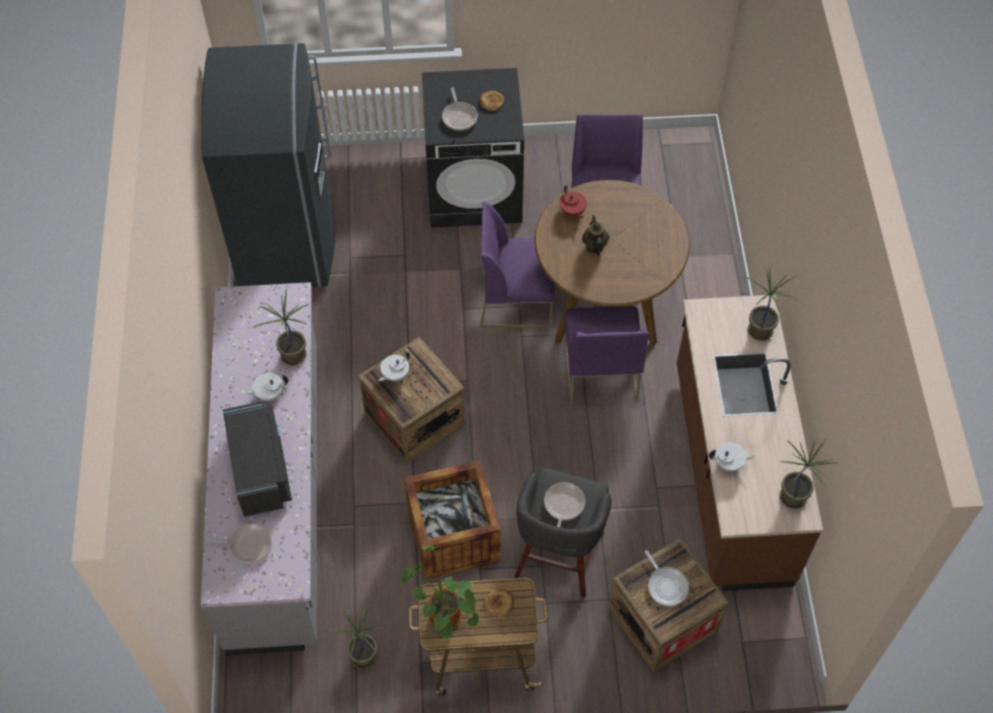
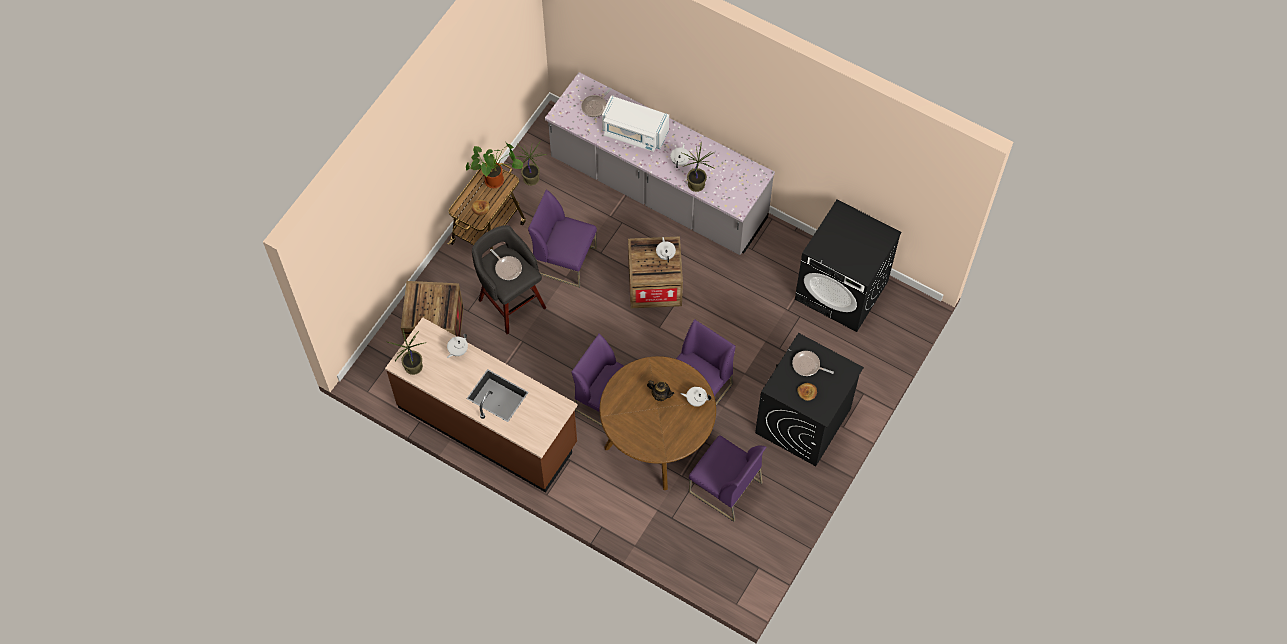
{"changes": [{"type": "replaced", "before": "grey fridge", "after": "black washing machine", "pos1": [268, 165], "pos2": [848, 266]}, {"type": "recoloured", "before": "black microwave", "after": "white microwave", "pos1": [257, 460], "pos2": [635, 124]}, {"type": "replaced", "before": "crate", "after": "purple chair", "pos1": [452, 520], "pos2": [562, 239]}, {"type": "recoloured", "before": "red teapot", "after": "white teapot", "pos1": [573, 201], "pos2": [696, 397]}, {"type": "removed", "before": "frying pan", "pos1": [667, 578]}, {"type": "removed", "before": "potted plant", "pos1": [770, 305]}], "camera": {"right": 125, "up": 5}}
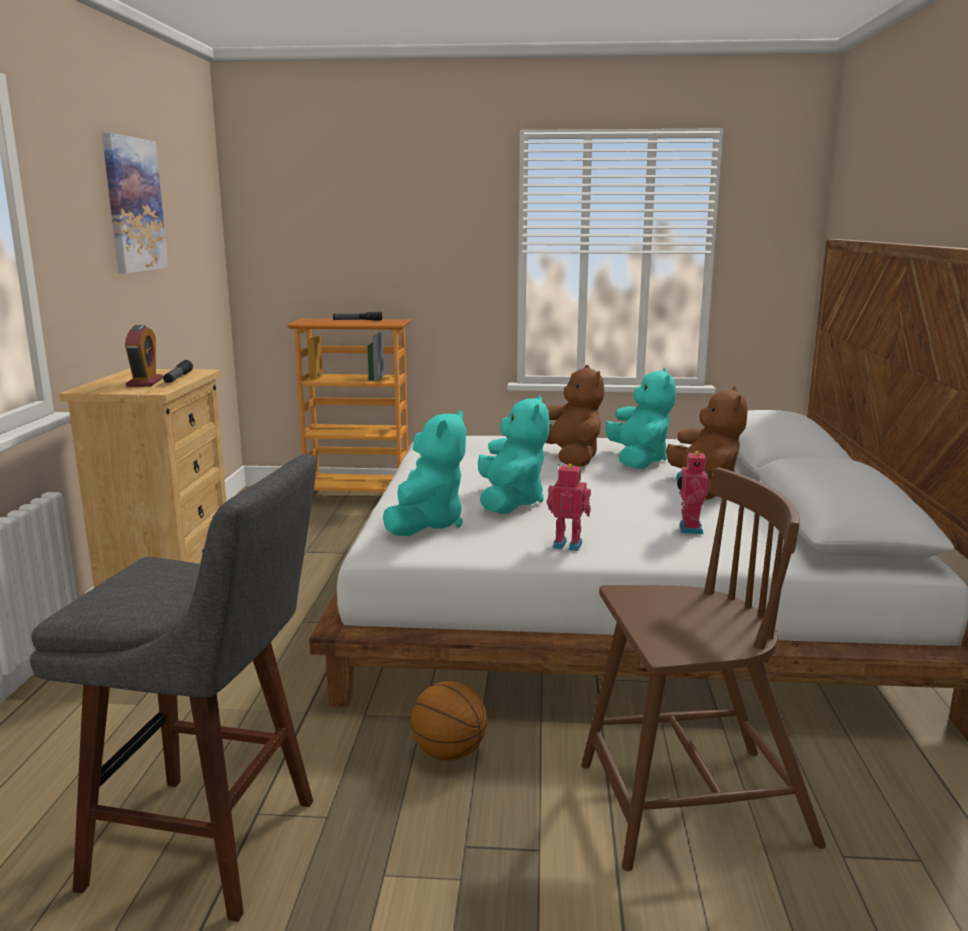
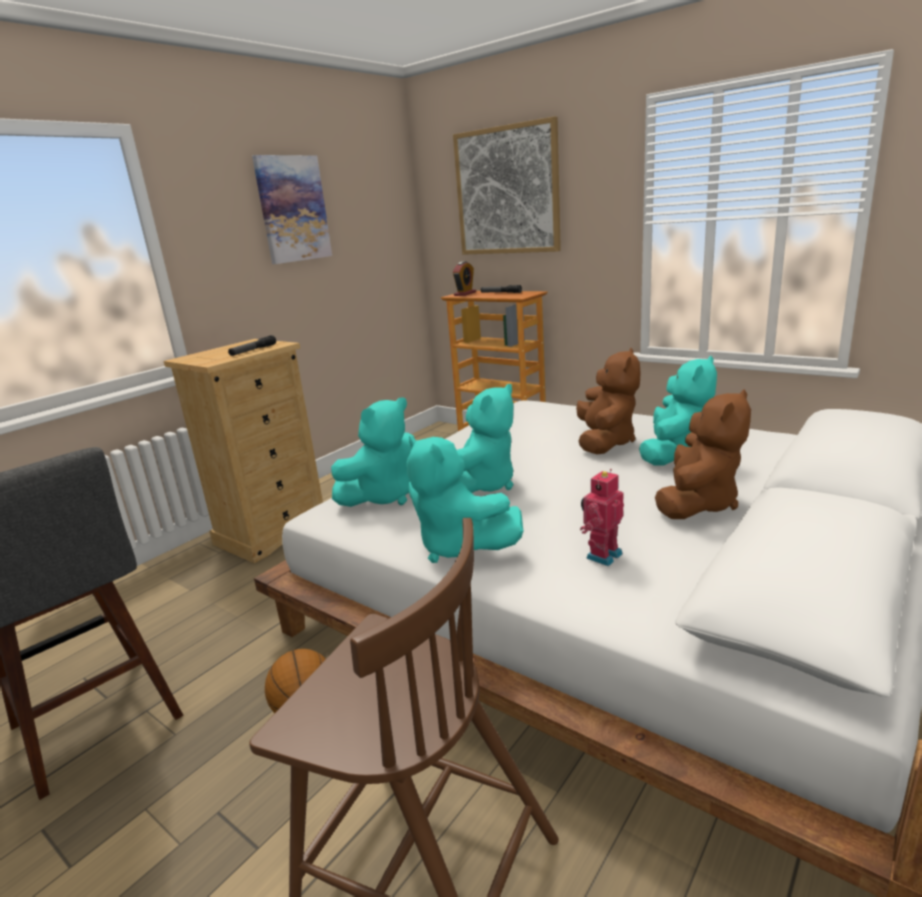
{"changes": [{"type": "moved", "before": "alarm clock", "pos1": [144, 356], "pos2": [464, 278]}, {"type": "replaced", "before": "toy robot", "after": "turquoise plush toy", "pos1": [569, 507], "pos2": [465, 499]}, {"type": "added", "after": "picture", "pos2": [507, 185]}], "camera": {"right": 35, "up": 5}}
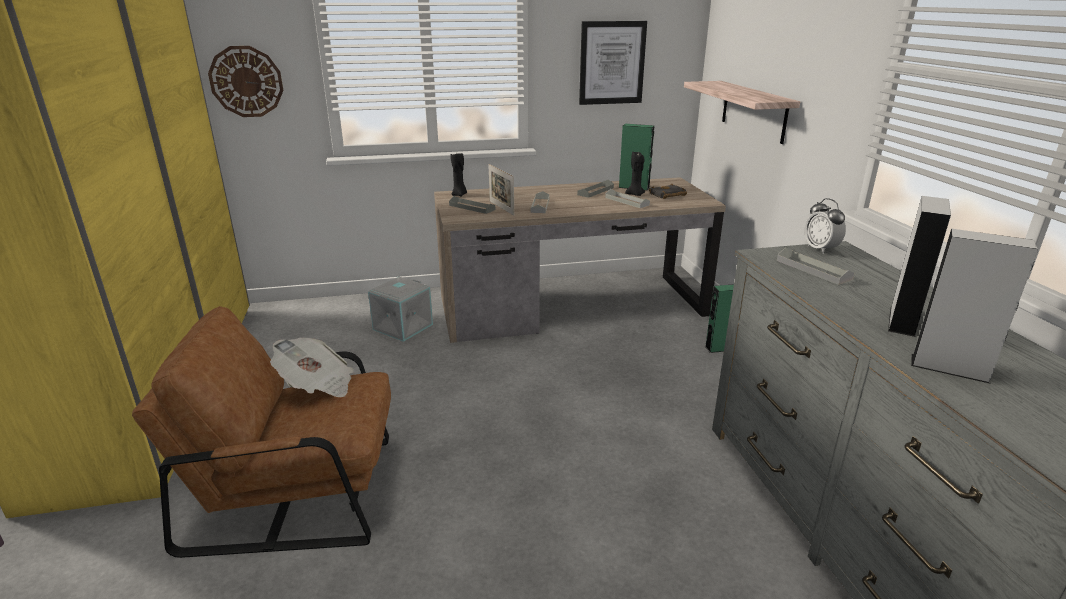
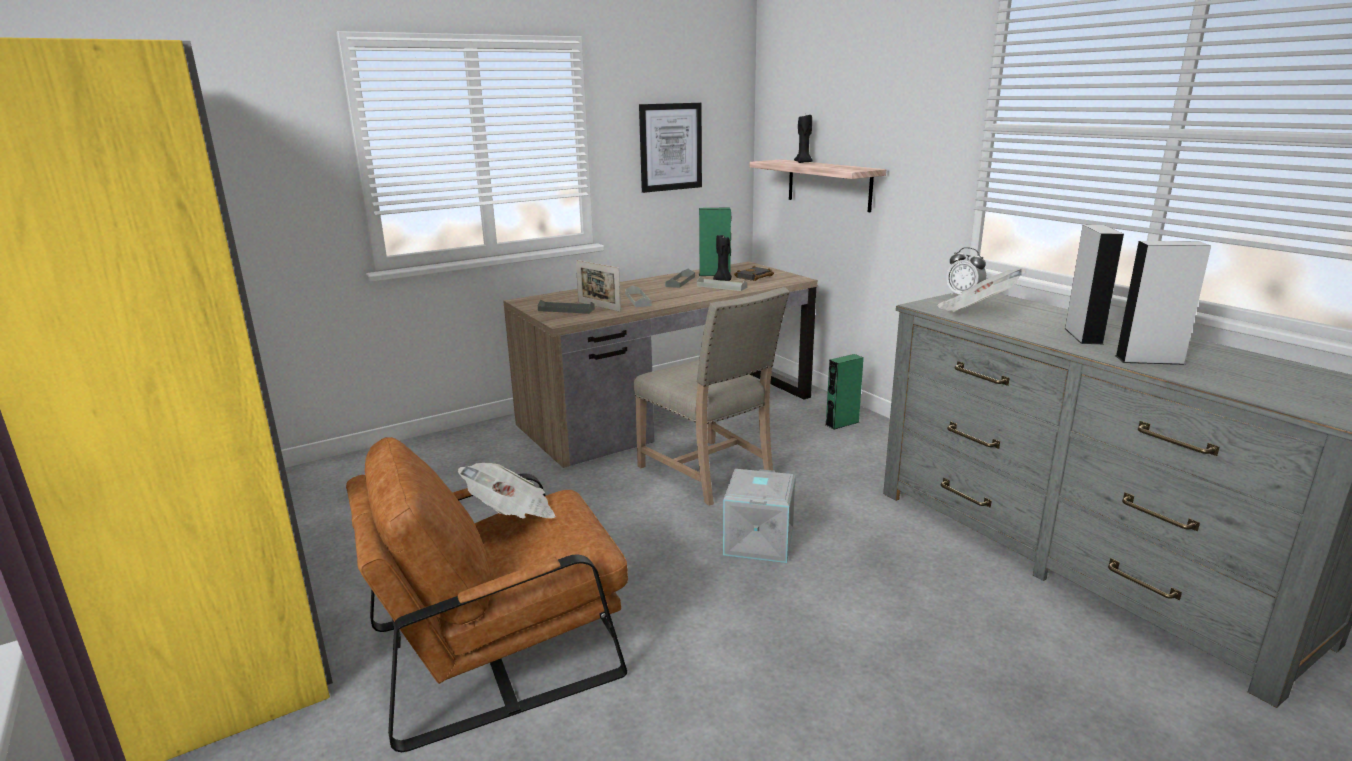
{"changes": [{"type": "removed", "before": "wall clock", "pos1": [245, 81]}, {"type": "moved", "before": "grey storage box", "pos1": [400, 309], "pos2": [759, 516]}, {"type": "moved", "before": "black candle", "pos1": [458, 174], "pos2": [803, 139]}, {"type": "replaced", "before": "grey tray", "after": "newspaper", "pos1": [815, 266], "pos2": [981, 290]}, {"type": "added", "after": "beige chair", "pos2": [712, 396]}], "camera": {"right": -20, "up": -5}}
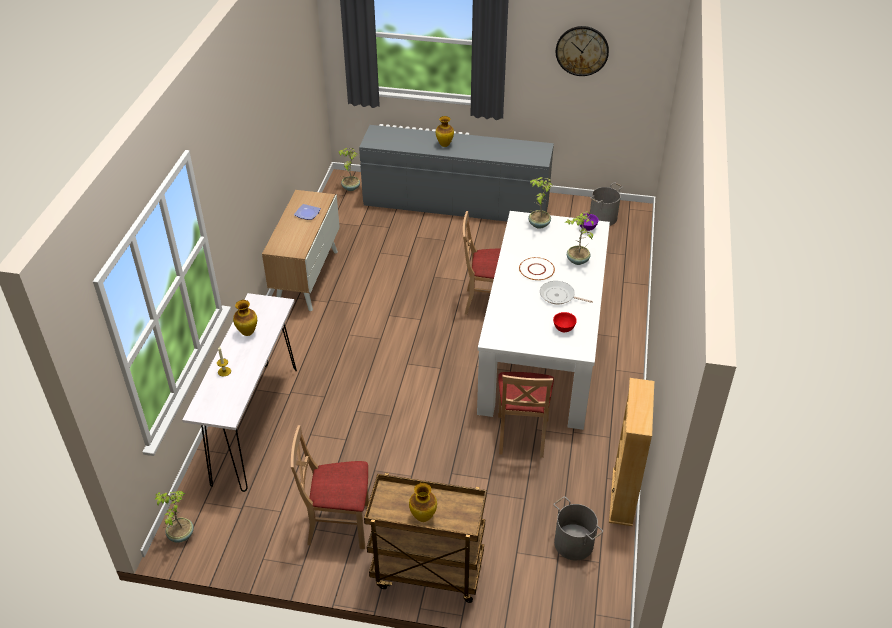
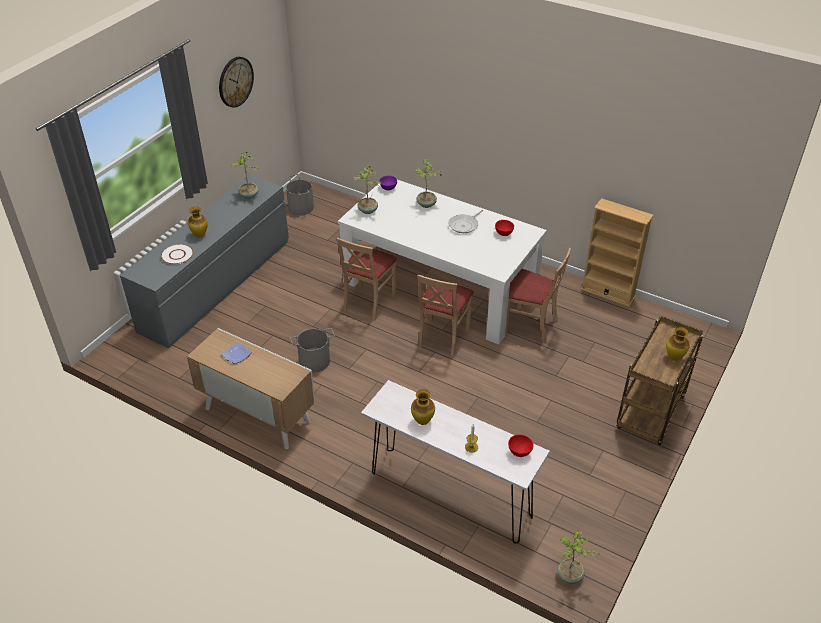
{"changes": [{"type": "moved", "before": "beige chair", "pos1": [330, 487], "pos2": [445, 315]}, {"type": "moved", "before": "potted plant", "pos1": [349, 169], "pos2": [245, 175]}, {"type": "moved", "before": "white plate", "pos1": [537, 268], "pos2": [177, 254]}, {"type": "moved", "before": "grey bucket", "pos1": [578, 528], "pos2": [312, 350]}, {"type": "added", "after": "red bowl", "pos2": [520, 445]}], "camera": {"right": -70, "up": 0}}
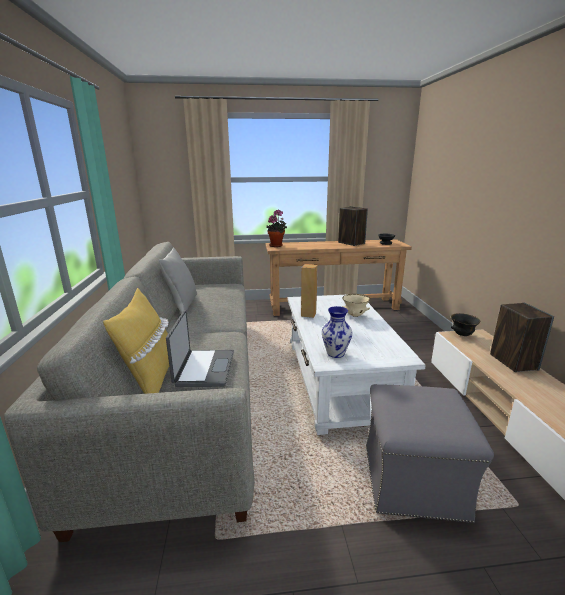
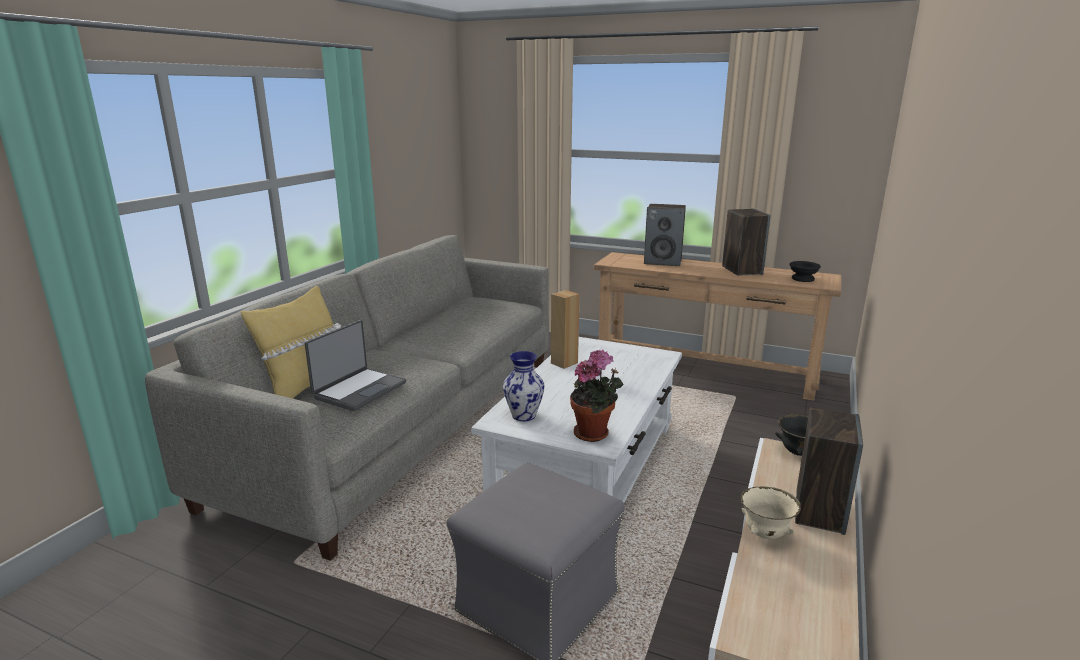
{"changes": [{"type": "removed", "before": "grey pillow", "pos1": [178, 280]}, {"type": "moved", "before": "potted plant", "pos1": [276, 228], "pos2": [597, 396]}, {"type": "moved", "before": "beige bowl", "pos1": [356, 305], "pos2": [771, 513]}, {"type": "added", "after": "speaker", "pos2": [665, 235]}], "camera": {"right": 30, "up": 0}}
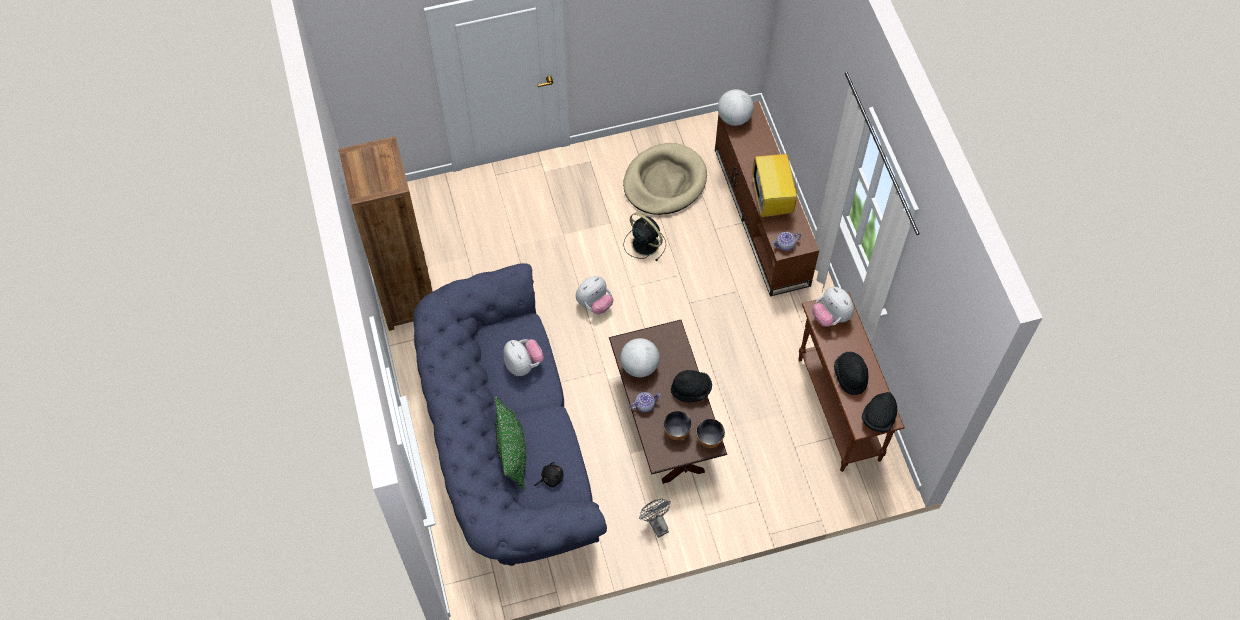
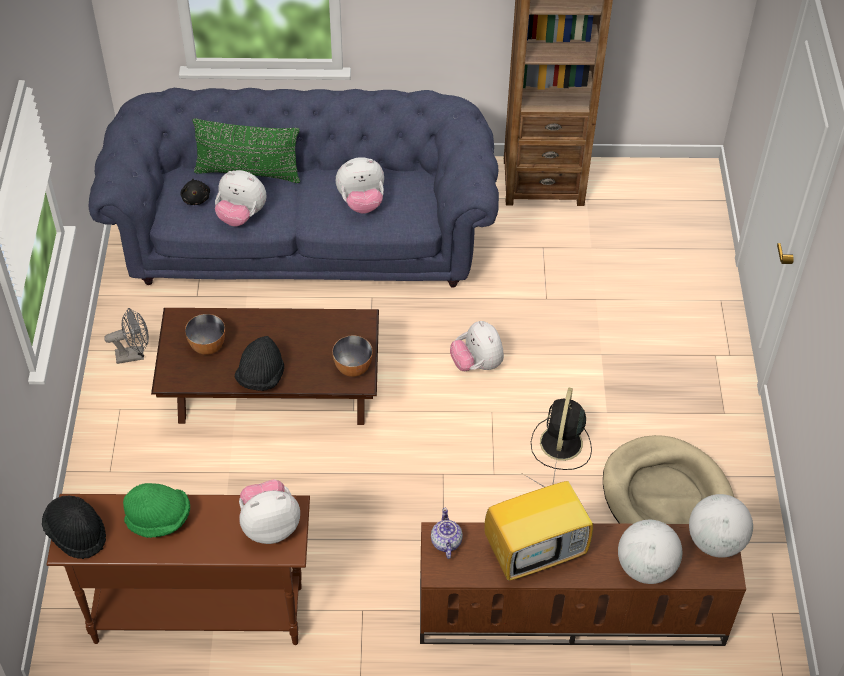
{"changes": [{"type": "moved", "before": "globe", "pos1": [640, 357], "pos2": [650, 552]}, {"type": "turned", "before": "black fan", "pos1": [644, 237], "pos2": [561, 428], "turn": 135}, {"type": "removed", "before": "teapot", "pos1": [645, 402]}, {"type": "moved", "before": "bowl", "pos1": [710, 433], "pos2": [352, 356]}, {"type": "turned", "before": "television", "pos1": [776, 185], "pos2": [538, 517], "turn": 150}, {"type": "recoloured", "before": "black hat", "after": "green hat", "pos1": [851, 373], "pos2": [156, 510]}, {"type": "added", "after": "plush toy", "pos2": [240, 198]}], "camera": {"right": 105, "up": -10}}
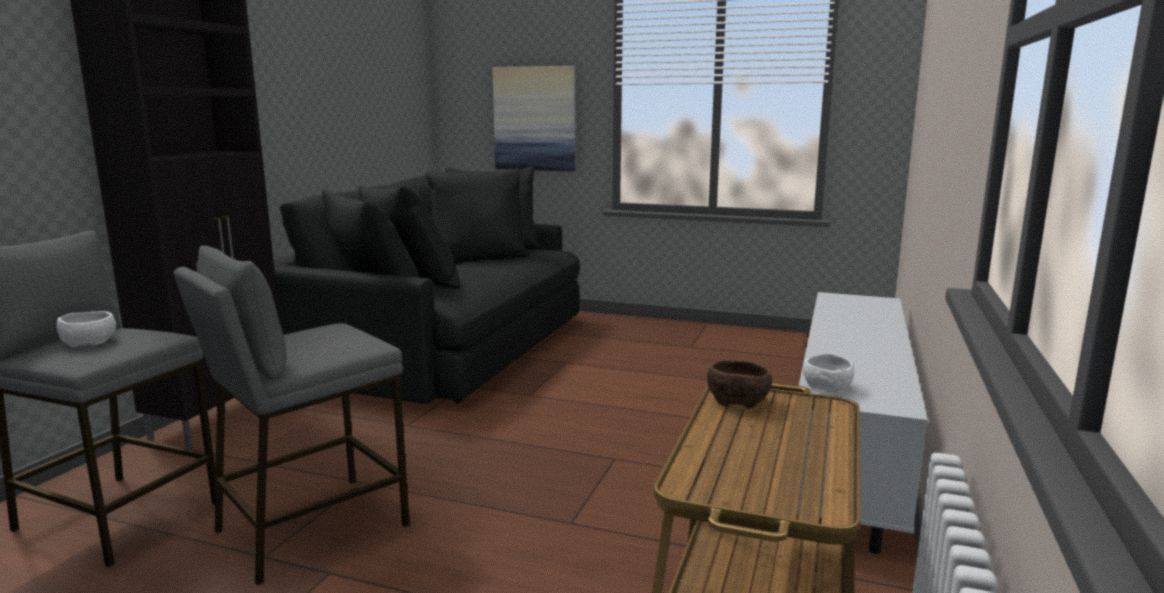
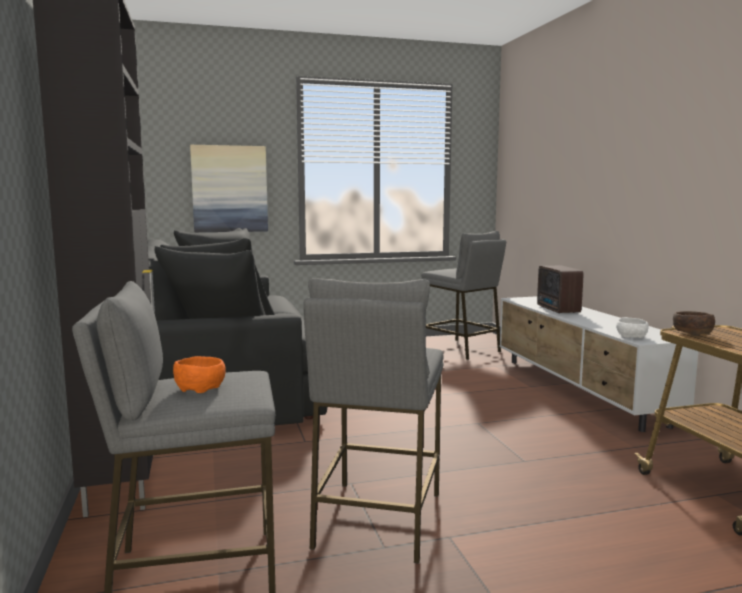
{"changes": [{"type": "recoloured", "before": "white bowl", "after": "orange bowl", "pos1": [86, 329], "pos2": [199, 374]}, {"type": "added", "after": "grey stool", "pos2": [463, 295]}, {"type": "added", "after": "radio", "pos2": [560, 289]}], "camera": {"right": -35, "up": -5}}
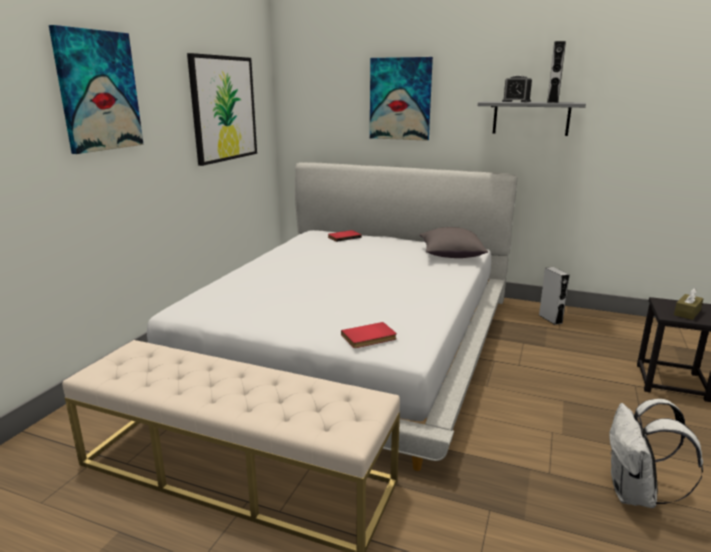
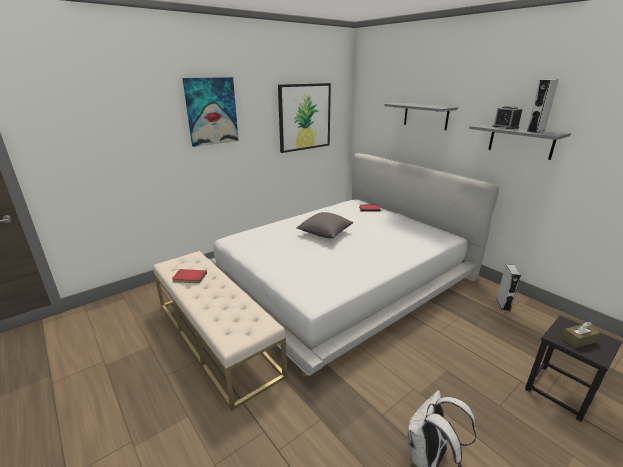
{"changes": [{"type": "moved", "before": "red book", "pos1": [369, 335], "pos2": [189, 276]}, {"type": "replaced", "before": "picture", "after": "grey shelf", "pos1": [401, 99], "pos2": [421, 116]}, {"type": "moved", "before": "grey pillow", "pos1": [454, 242], "pos2": [324, 225]}], "camera": {"right": 30, "up": 5}}
